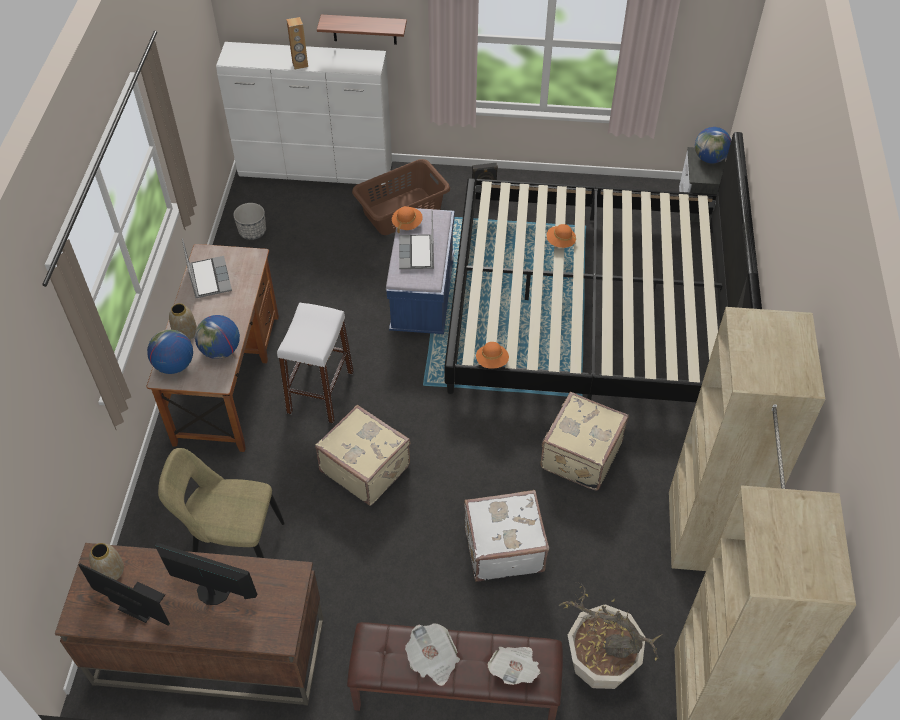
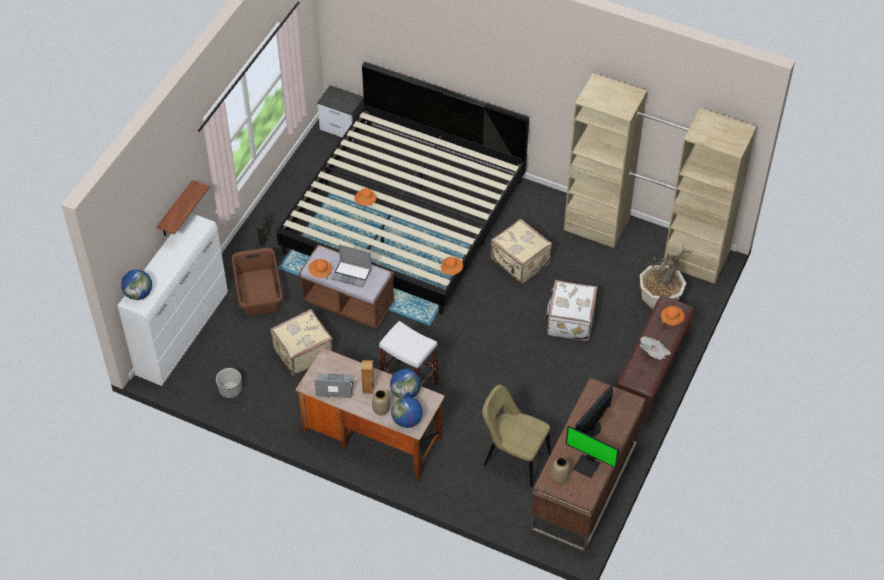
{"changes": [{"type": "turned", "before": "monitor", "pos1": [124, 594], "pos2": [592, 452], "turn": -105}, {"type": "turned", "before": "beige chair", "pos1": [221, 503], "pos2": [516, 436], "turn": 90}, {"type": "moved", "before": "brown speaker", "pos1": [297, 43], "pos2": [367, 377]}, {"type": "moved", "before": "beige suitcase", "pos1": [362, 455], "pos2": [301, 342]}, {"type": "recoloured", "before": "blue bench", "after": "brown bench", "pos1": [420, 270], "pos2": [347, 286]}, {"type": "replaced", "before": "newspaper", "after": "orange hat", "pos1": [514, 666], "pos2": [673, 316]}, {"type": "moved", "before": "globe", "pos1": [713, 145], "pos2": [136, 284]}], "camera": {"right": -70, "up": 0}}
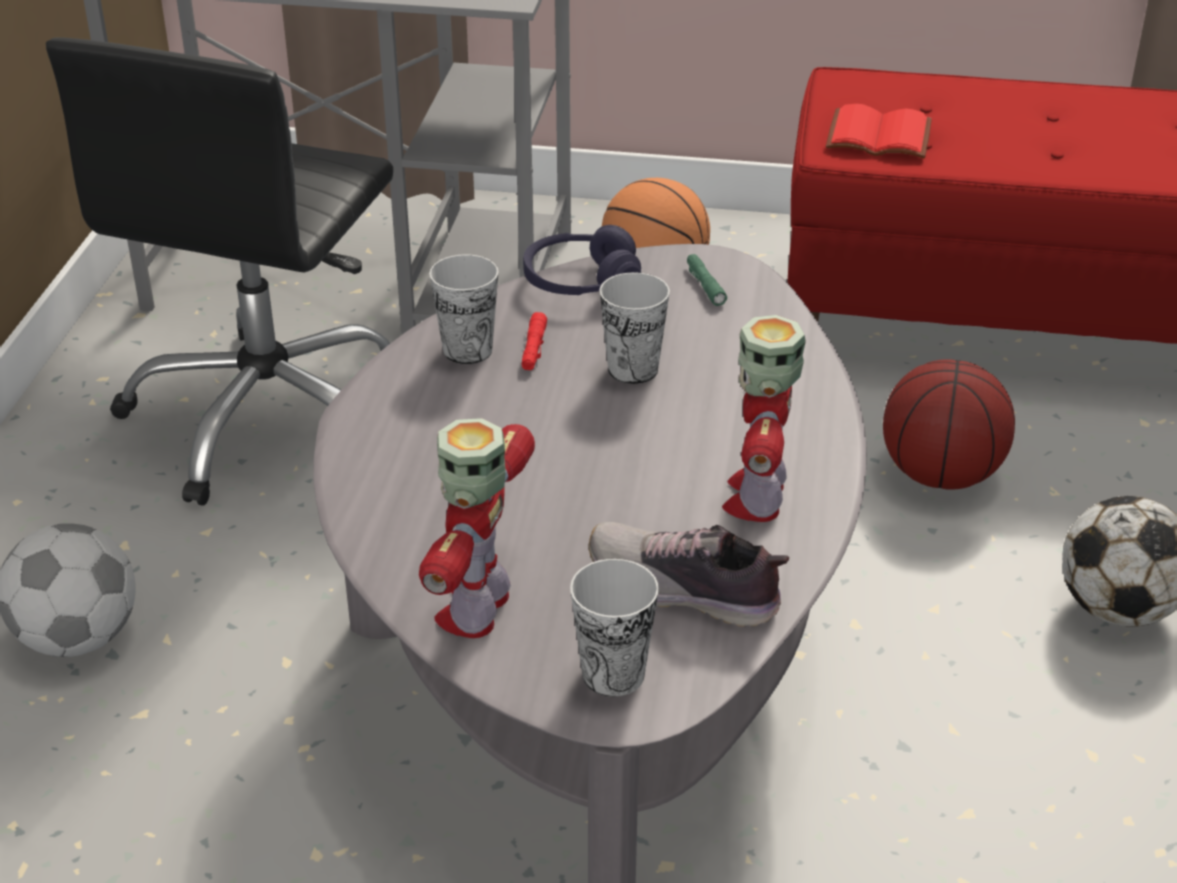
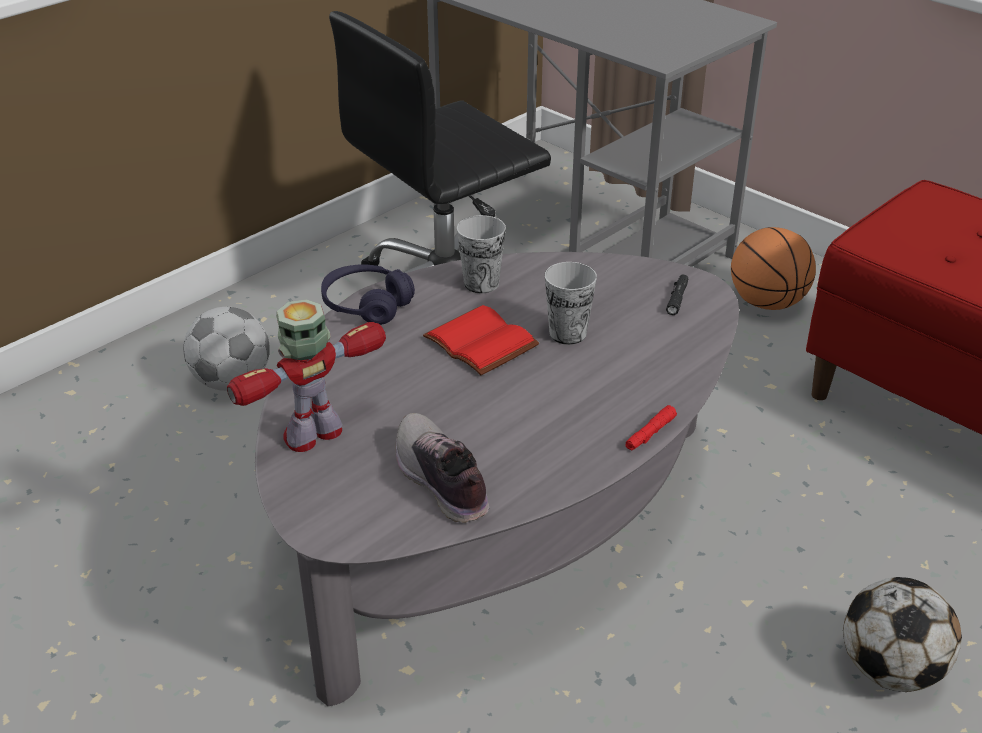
{"changes": [{"type": "moved", "before": "red flashlight", "pos1": [534, 341], "pos2": [651, 428]}, {"type": "moved", "before": "purple headphones", "pos1": [582, 260], "pos2": [368, 294]}, {"type": "removed", "before": "cup", "pos1": [614, 628]}, {"type": "recoloured", "before": "green flashlight", "after": "black flashlight", "pos1": [707, 280], "pos2": [677, 294]}, {"type": "removed", "before": "toy robot", "pos1": [764, 418]}, {"type": "moved", "before": "red book", "pos1": [879, 131], "pos2": [481, 340]}, {"type": "removed", "before": "basketball", "pos1": [949, 424]}], "camera": {"right": 35, "up": 0}}
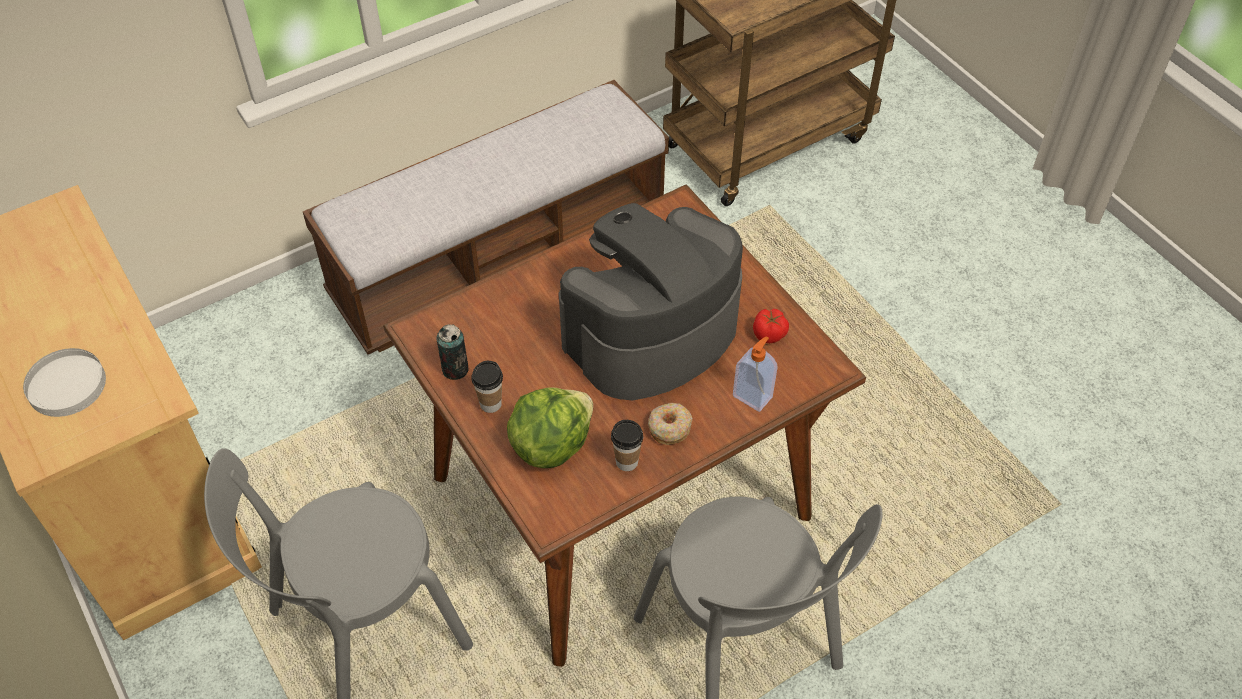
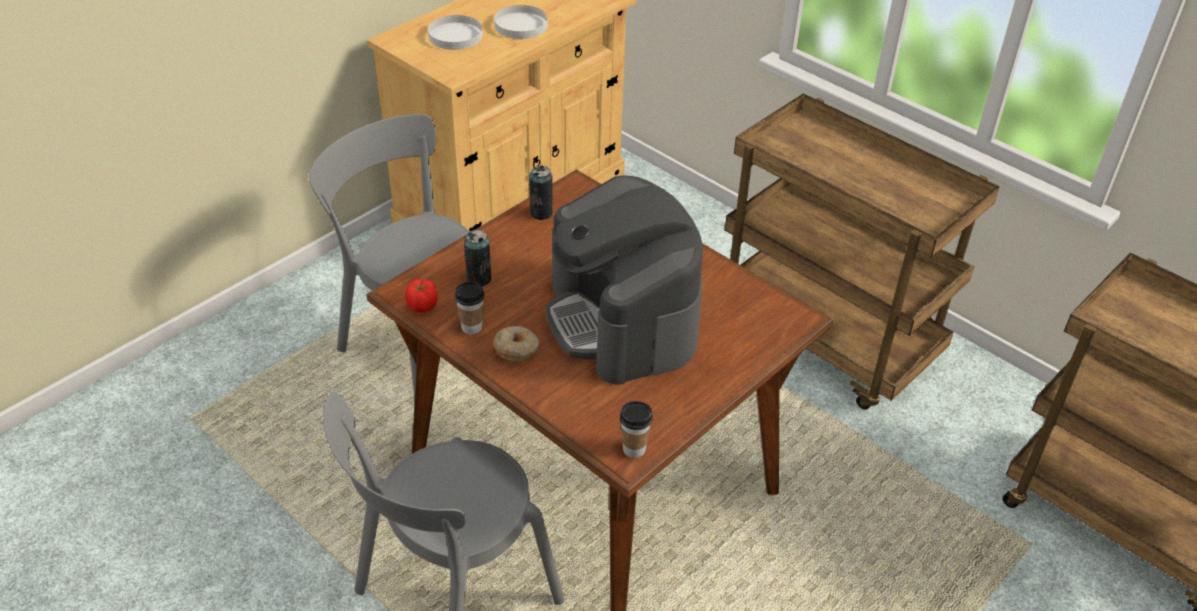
{"changes": [{"type": "replaced", "before": "bench", "after": "brown cart", "pos1": [486, 217], "pos2": [862, 251]}, {"type": "moved", "before": "cup", "pos1": [487, 387], "pos2": [636, 429]}, {"type": "replaced", "before": "lettuce", "after": "can", "pos1": [550, 427], "pos2": [477, 258]}, {"type": "turned", "before": "coffee machine", "pos1": [651, 301], "pos2": [624, 280], "turn": -150}, {"type": "removed", "before": "soap dispenser", "pos1": [755, 374]}, {"type": "moved", "before": "tomato", "pos1": [771, 326], "pos2": [421, 296]}, {"type": "added", "after": "white plate", "pos2": [520, 22]}], "camera": {"right": 75, "up": -10}}
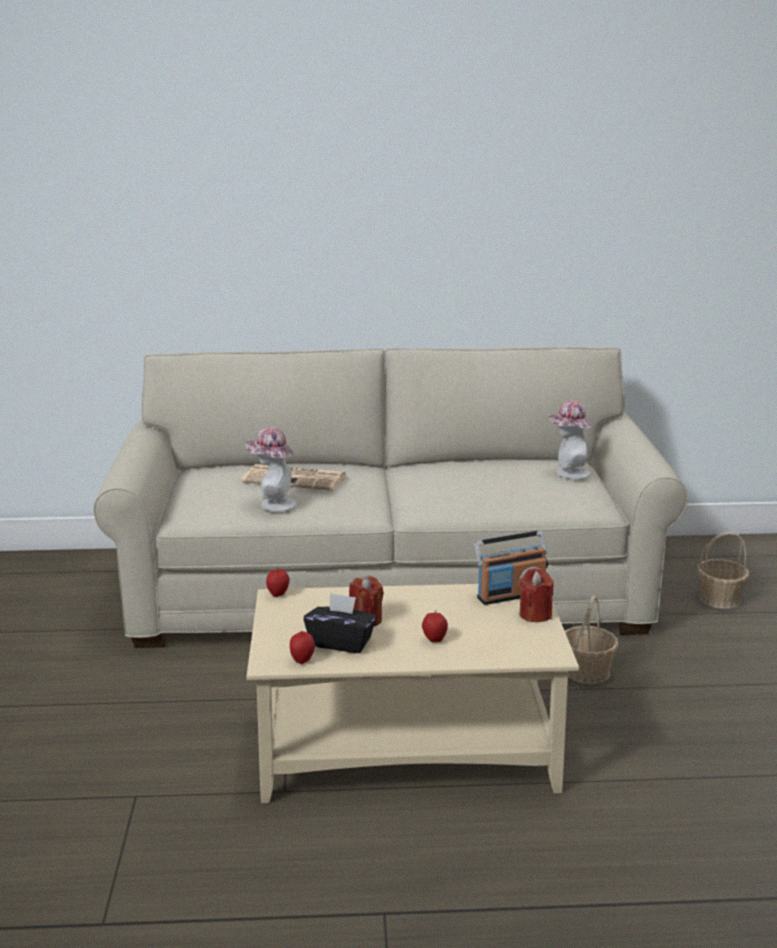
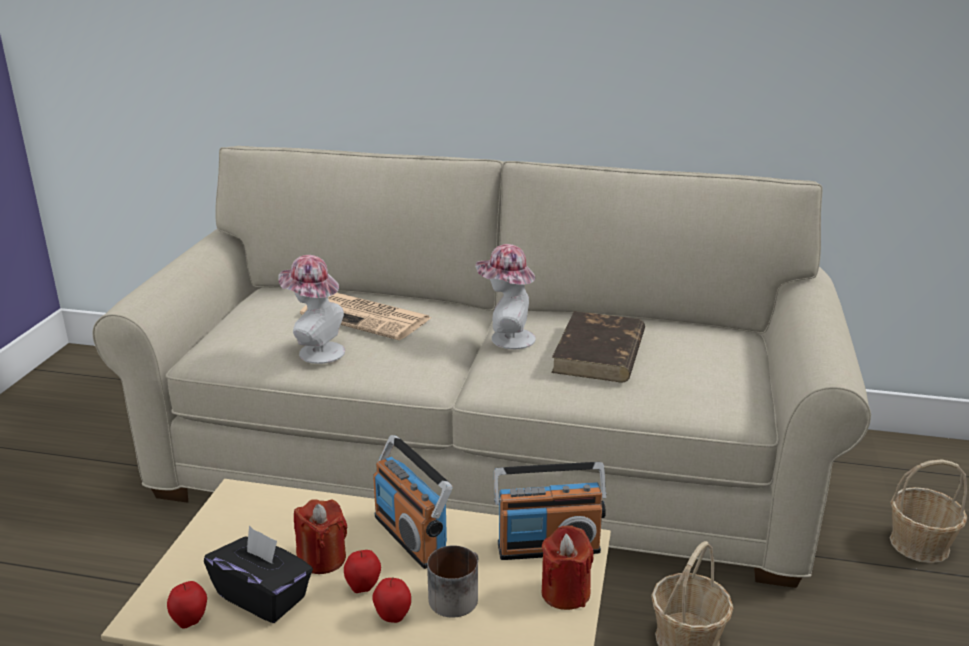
{"changes": [{"type": "moved", "before": "apple", "pos1": [278, 582], "pos2": [362, 571]}, {"type": "moved", "before": "hat", "pos1": [570, 439], "pos2": [505, 296]}, {"type": "added", "after": "radio", "pos2": [413, 502]}, {"type": "added", "after": "mug", "pos2": [452, 581]}, {"type": "added", "after": "brown book", "pos2": [598, 346]}], "camera": {"right": 15, "up": 5}}
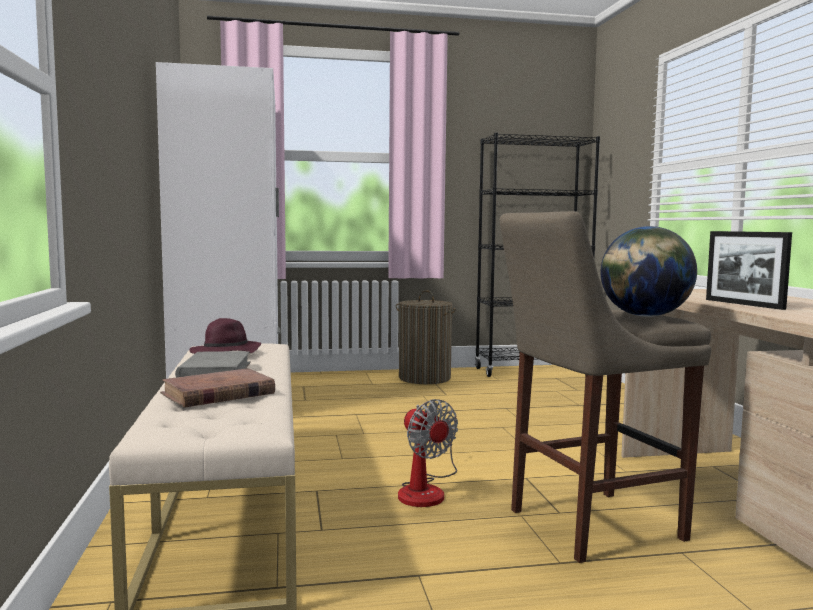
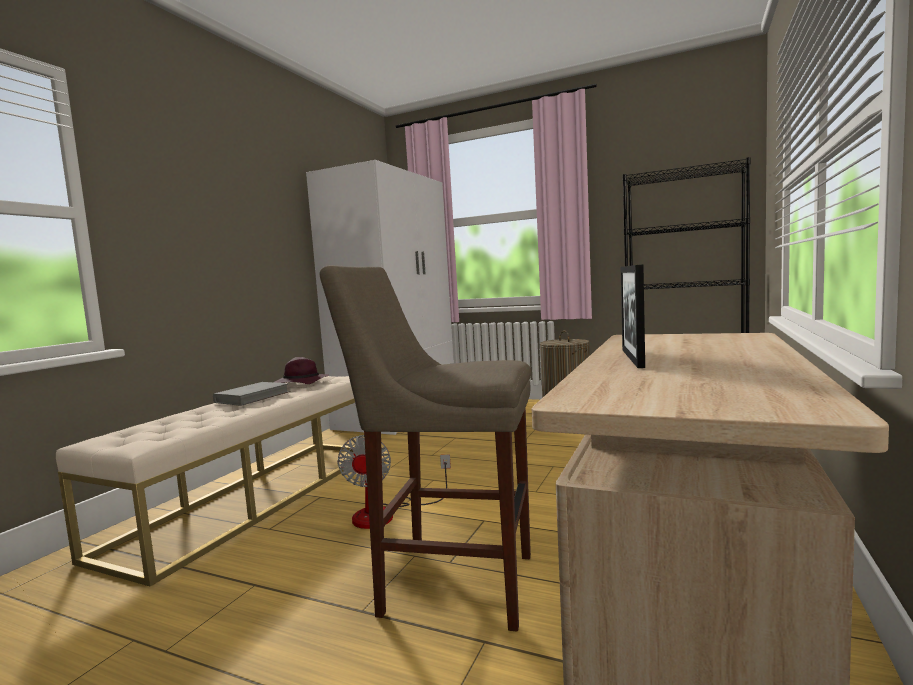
{"changes": [{"type": "removed", "before": "brown book", "pos1": [217, 388]}, {"type": "removed", "before": "globe", "pos1": [649, 271]}], "camera": {"right": 35, "up": 0}}
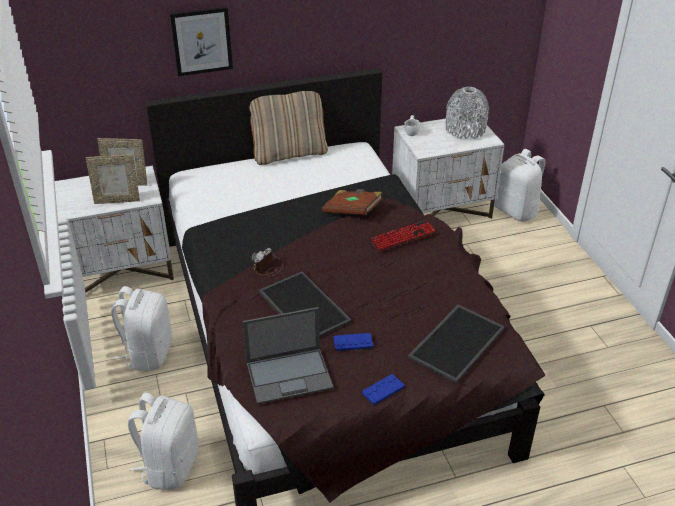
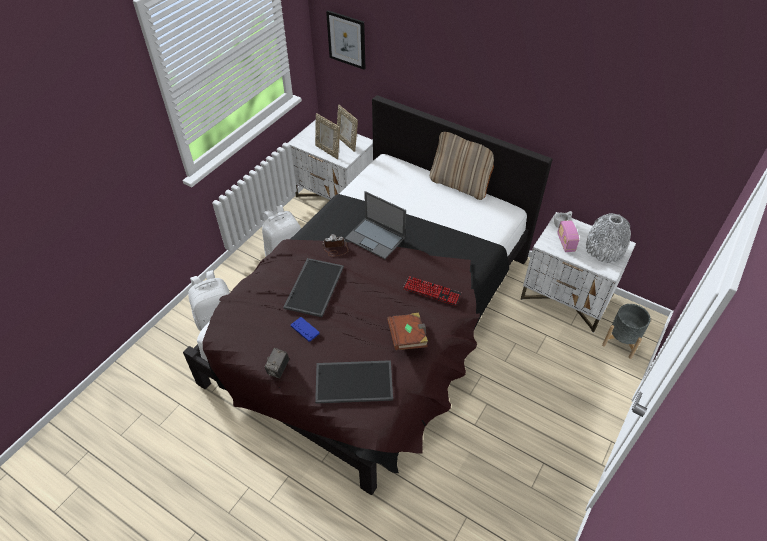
{"changes": [{"type": "moved", "before": "picture", "pos1": [201, 41], "pos2": [345, 40]}, {"type": "moved", "before": "laptop", "pos1": [288, 355], "pos2": [375, 225]}, {"type": "moved", "before": "brown book", "pos1": [352, 202], "pos2": [407, 331]}, {"type": "replaced", "before": "blue game controller", "after": "photo camera", "pos1": [383, 389], "pos2": [276, 363]}, {"type": "replaced", "before": "white backpack", "after": "grey planter", "pos1": [519, 185], "pos2": [626, 331]}, {"type": "added", "after": "radio", "pos2": [568, 236]}], "camera": {"right": 50, "up": 10}}
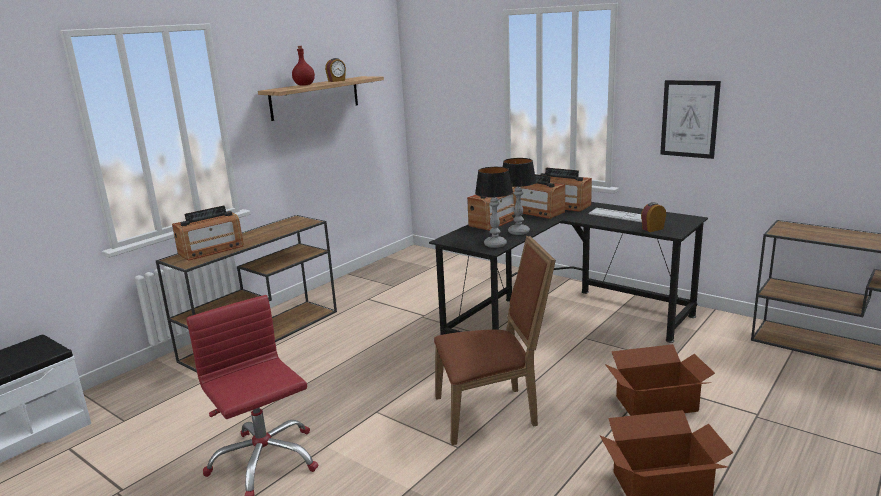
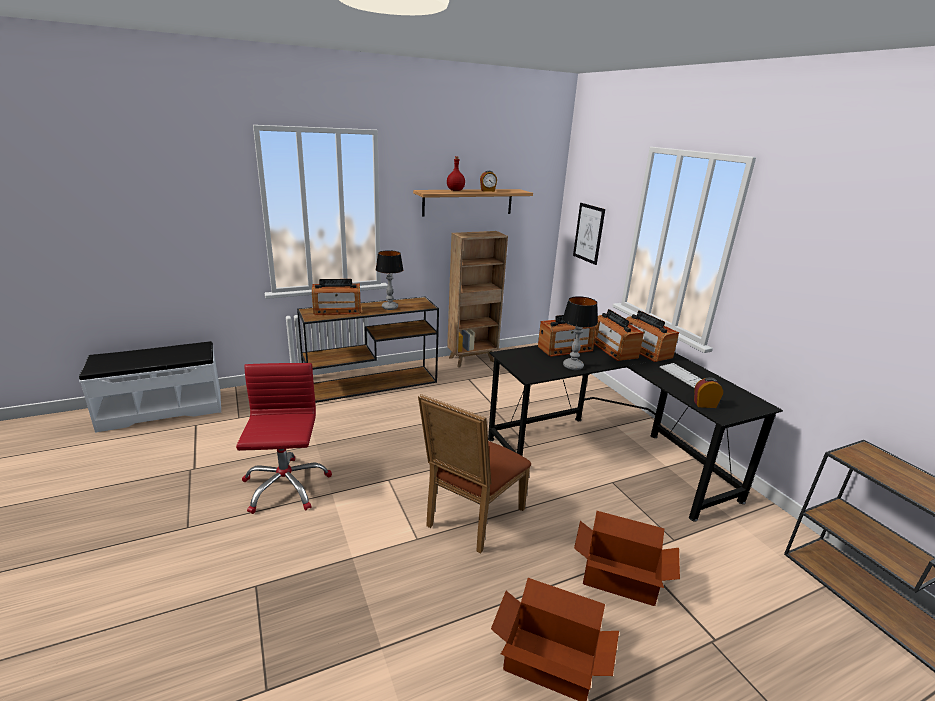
{"changes": [{"type": "turned", "before": "brown chair", "pos1": [495, 340], "pos2": [474, 473], "turn": 105}, {"type": "moved", "before": "table lamp", "pos1": [494, 207], "pos2": [389, 280]}, {"type": "moved", "before": "picture", "pos1": [690, 119], "pos2": [589, 234]}, {"type": "added", "after": "brown bookcase", "pos2": [477, 299]}], "camera": {"right": 25, "up": 5}}
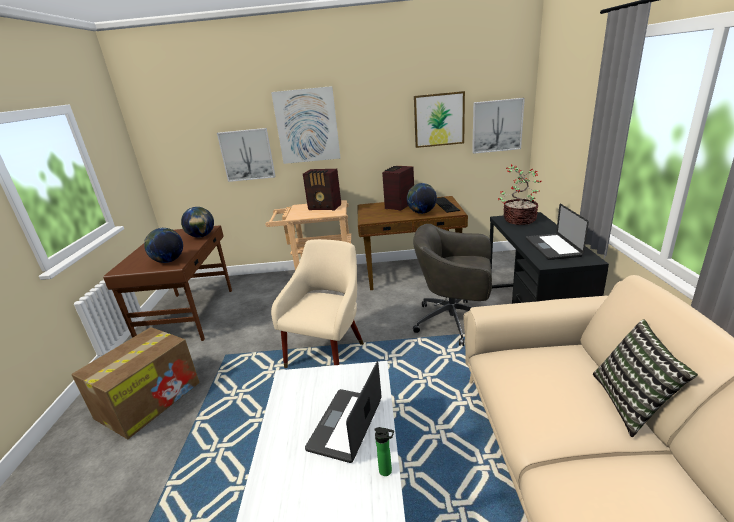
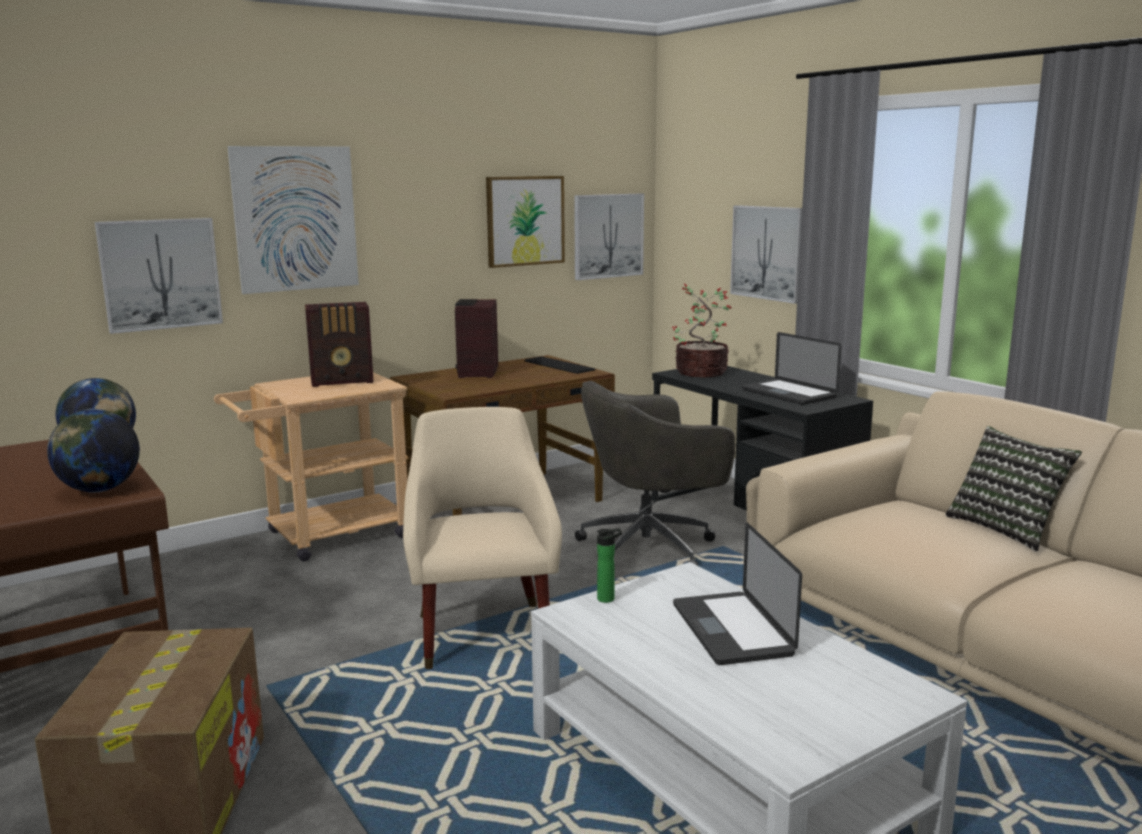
{"changes": [{"type": "moved", "before": "bottle", "pos1": [384, 451], "pos2": [609, 565]}, {"type": "removed", "before": "globe", "pos1": [422, 198]}, {"type": "added", "after": "picture", "pos2": [766, 254]}], "camera": {"right": -35, "up": -10}}
